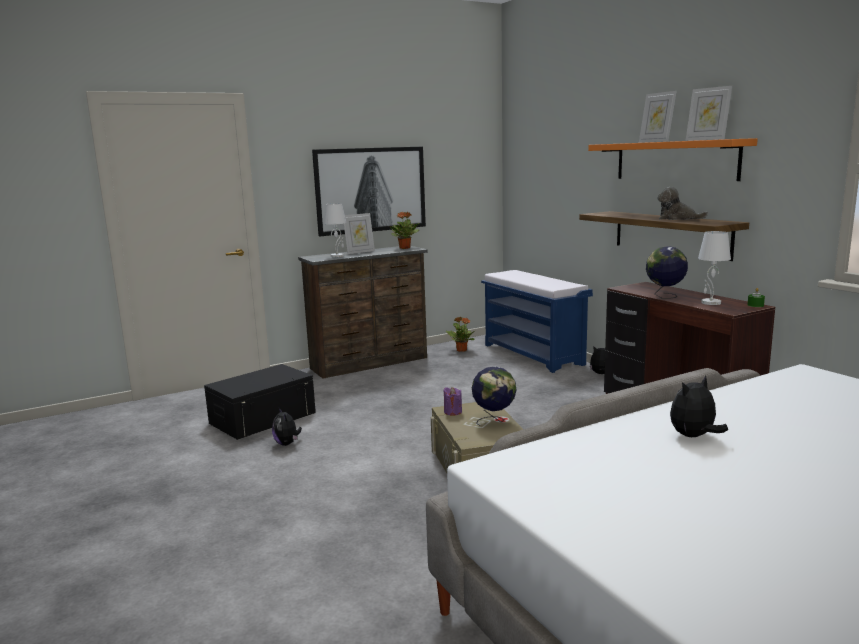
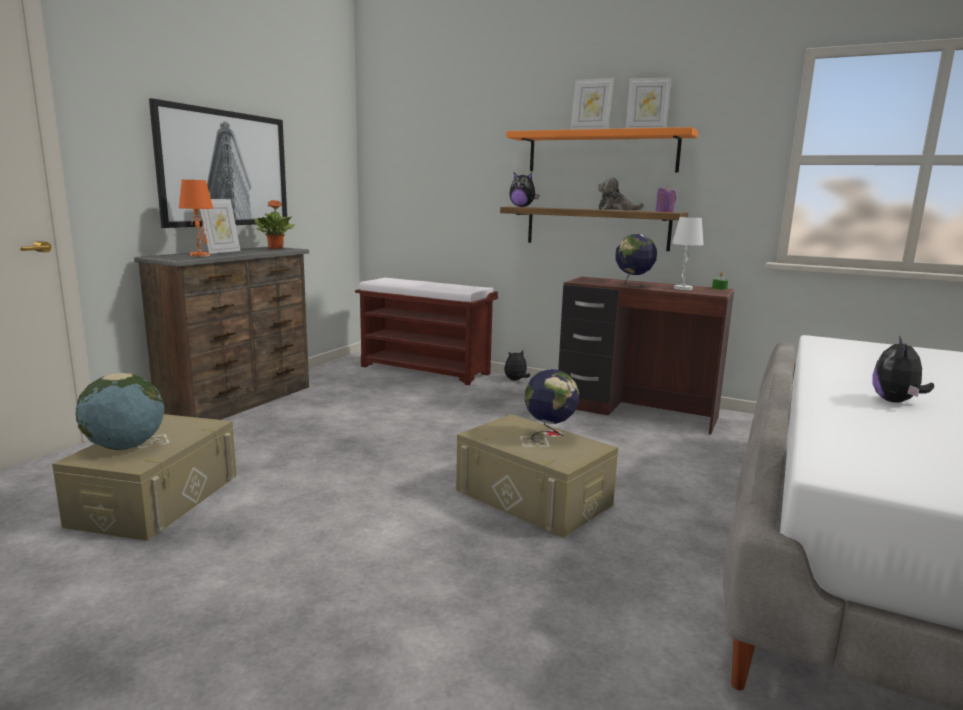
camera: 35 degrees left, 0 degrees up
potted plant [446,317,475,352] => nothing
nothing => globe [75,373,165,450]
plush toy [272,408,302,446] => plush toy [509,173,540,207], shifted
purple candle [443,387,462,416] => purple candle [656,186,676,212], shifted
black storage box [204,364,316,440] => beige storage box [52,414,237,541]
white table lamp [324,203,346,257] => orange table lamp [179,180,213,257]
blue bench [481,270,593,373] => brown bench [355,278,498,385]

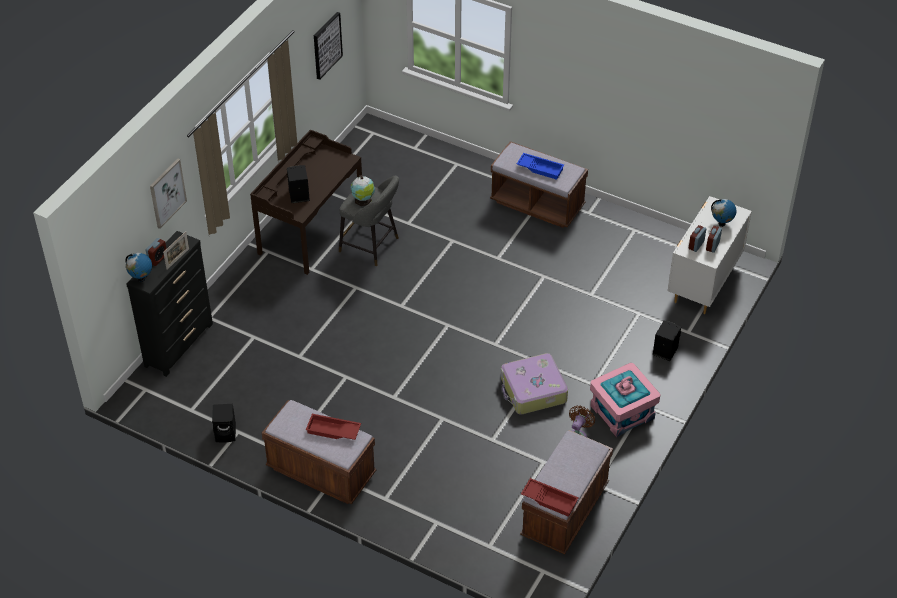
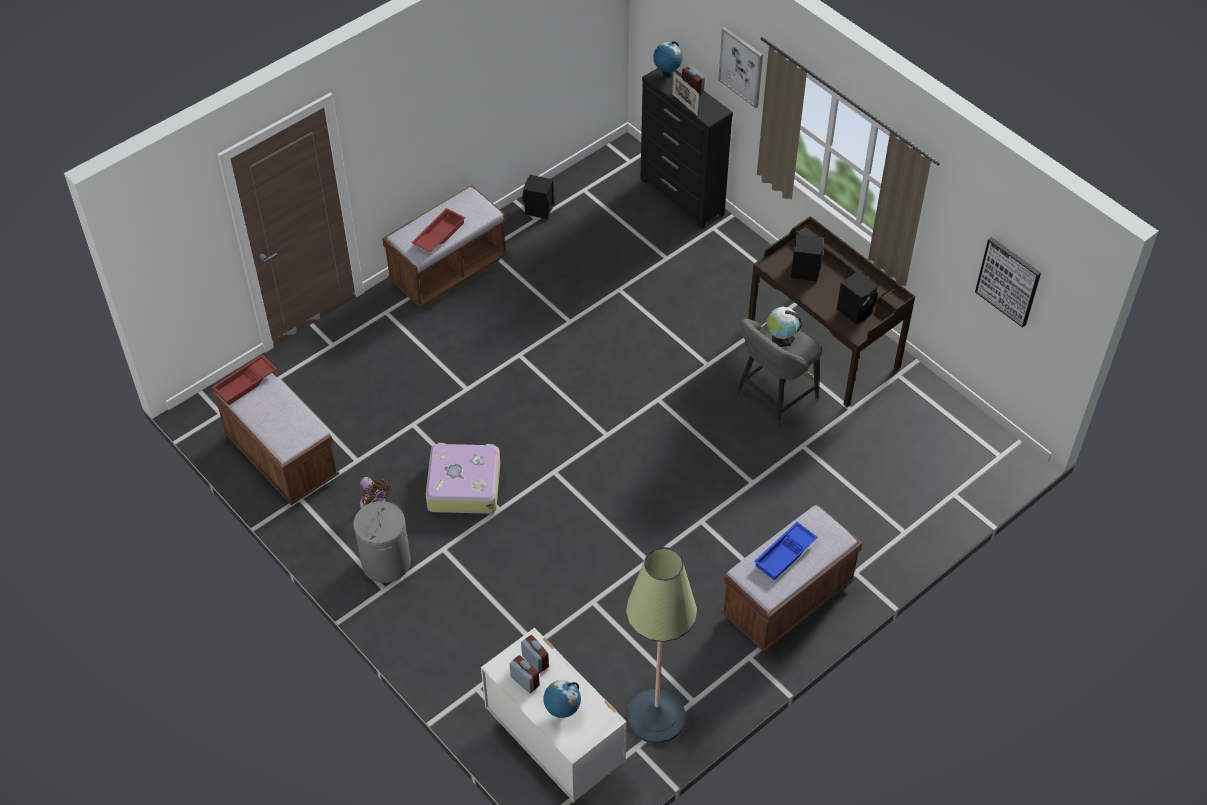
camera: 110 degrees right, 5 degrees up
nothing => floor lamp [626,547,697,744]
black speaker [653,321,681,361] => black speaker [837,271,878,325], shifted
pink storage box [590,363,660,437] => grey laundry basket [353,498,411,583]

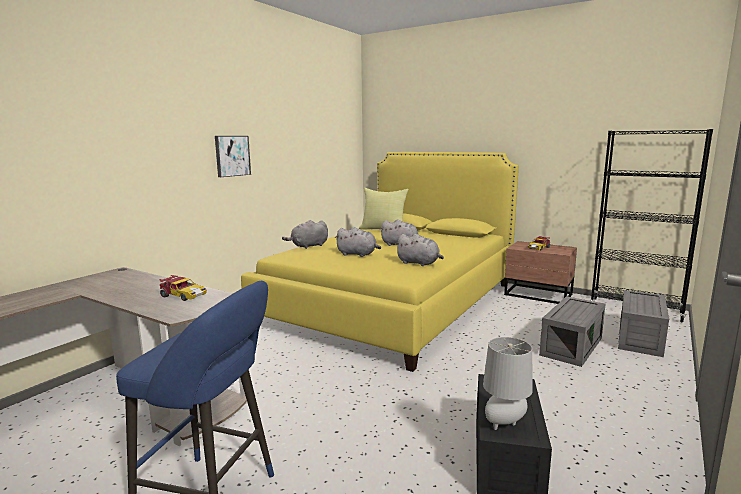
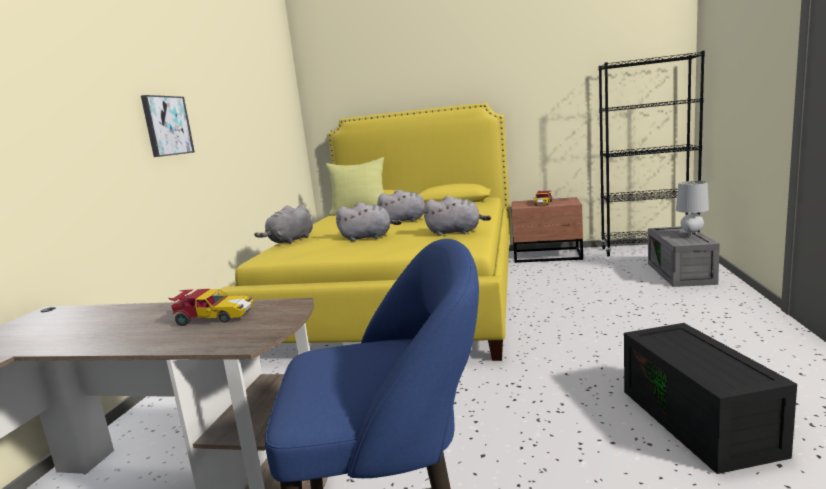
camera: 20 degrees left, 0 degrees up
grey storage box [539,296,605,367] => nothing
grey table lamp [483,337,533,430] => grey table lamp [676,181,709,237], shifted

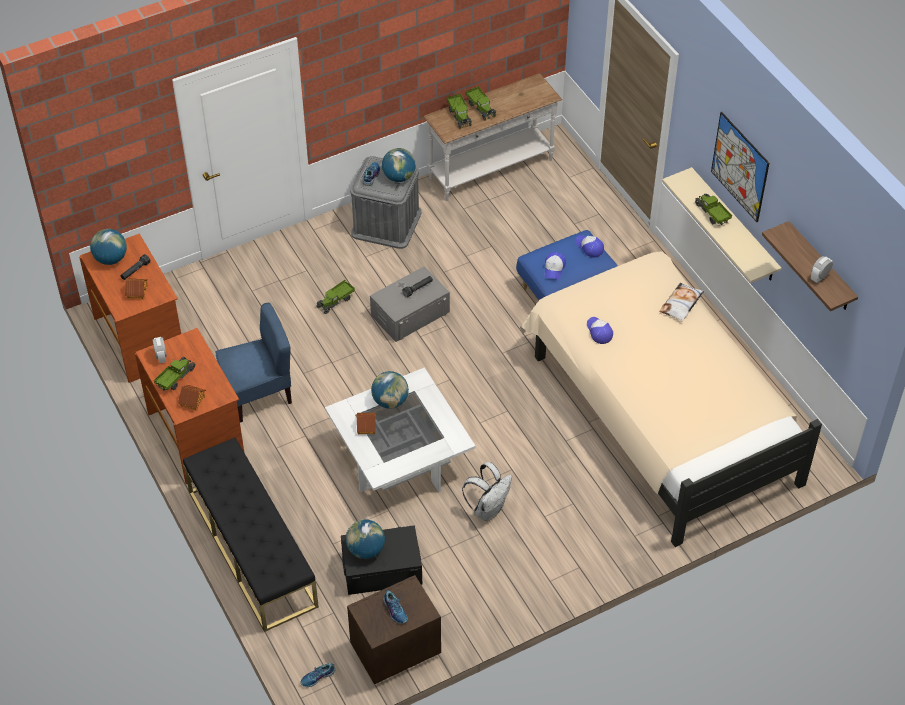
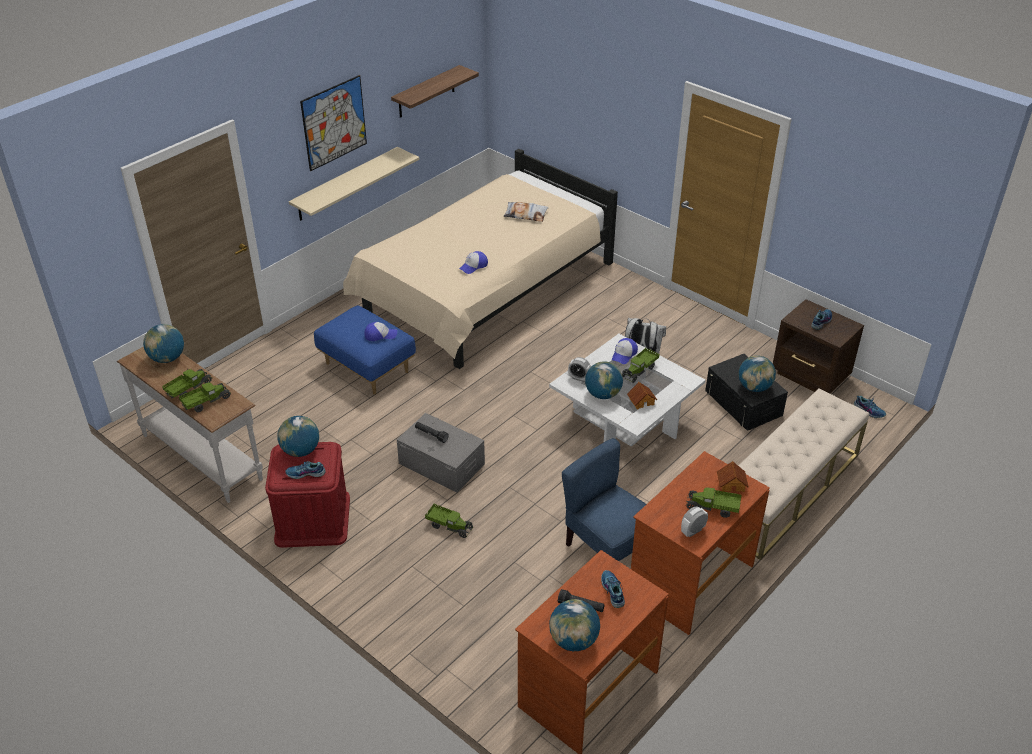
camera: 110 degrees left, 10 degrees down
nothing => globe [143,324,184,363]
cap [575,235,604,257] => cap [612,338,638,364], shifted
pillow [659,283,704,321] => pillow [504,202,549,222], shifted
toy truck [695,194,732,225] => toy truck [622,348,660,383], shifted
alarm clock [811,256,833,283] => alarm clock [568,357,591,382], shifted
toy house [125,278,148,299] => shoe [601,570,625,608]
black bench [183,437,319,632] => beige bench [738,388,869,560]
grey storage box [350,156,422,249] => red storage box [265,442,350,548]

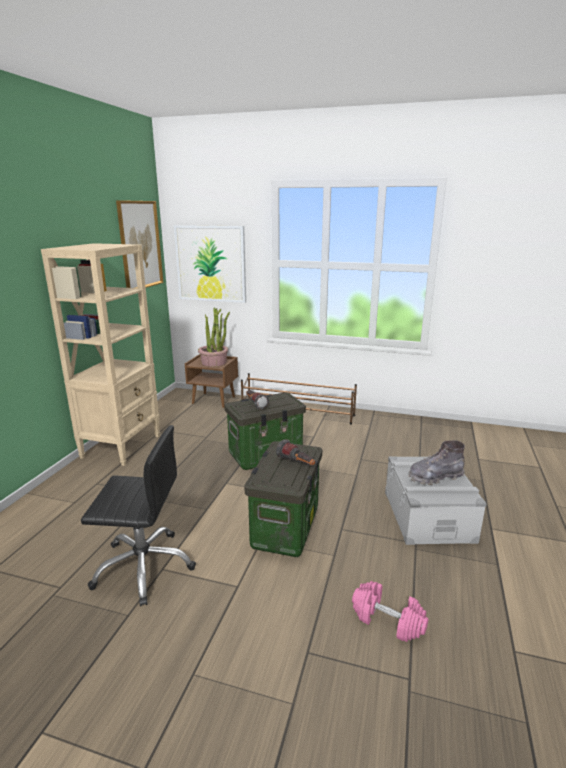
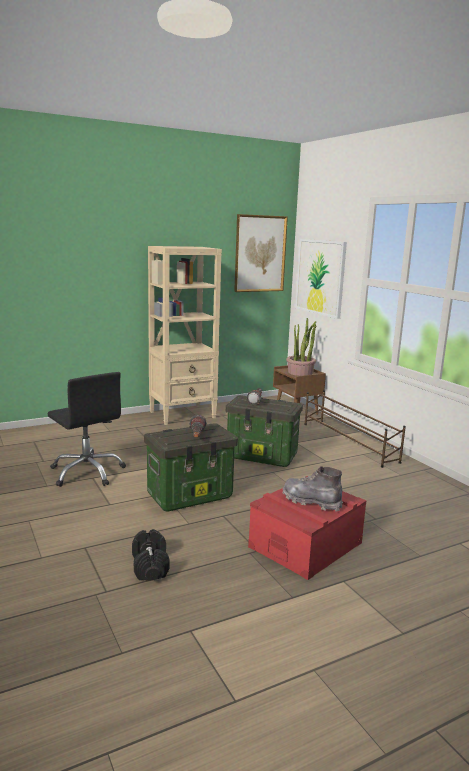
camera: 45 degrees right, 5 degrees down
pink dumbbell [352,581,428,642] => black dumbbell [132,529,170,581]
grey storage box [385,456,487,545] => red storage box [248,476,367,580]

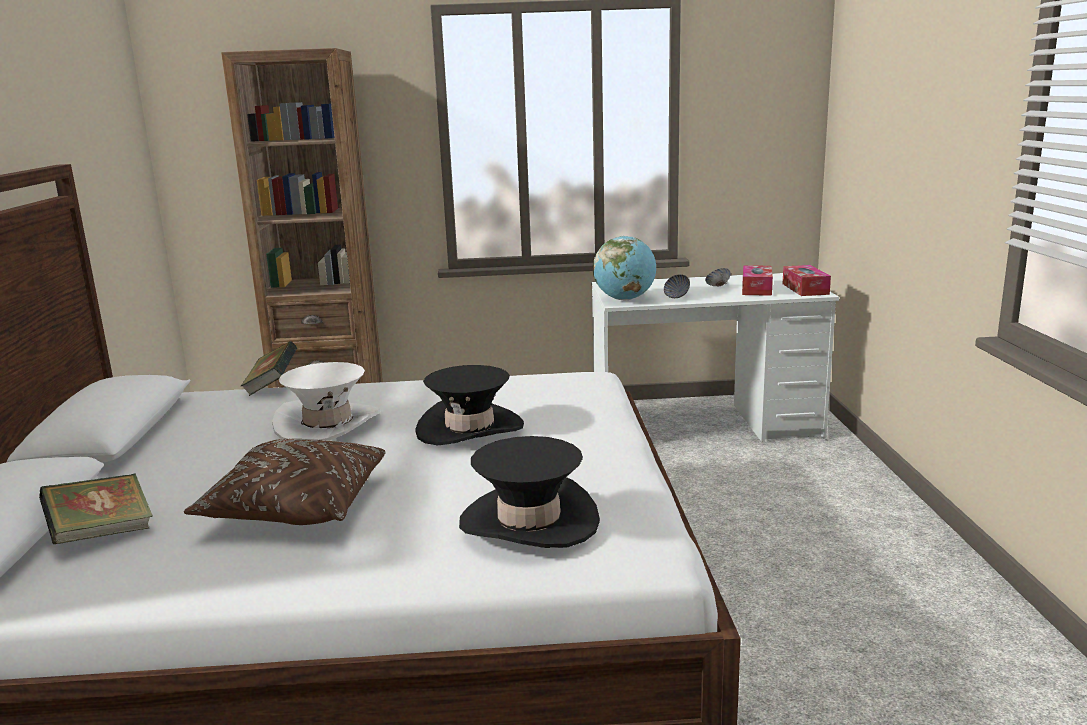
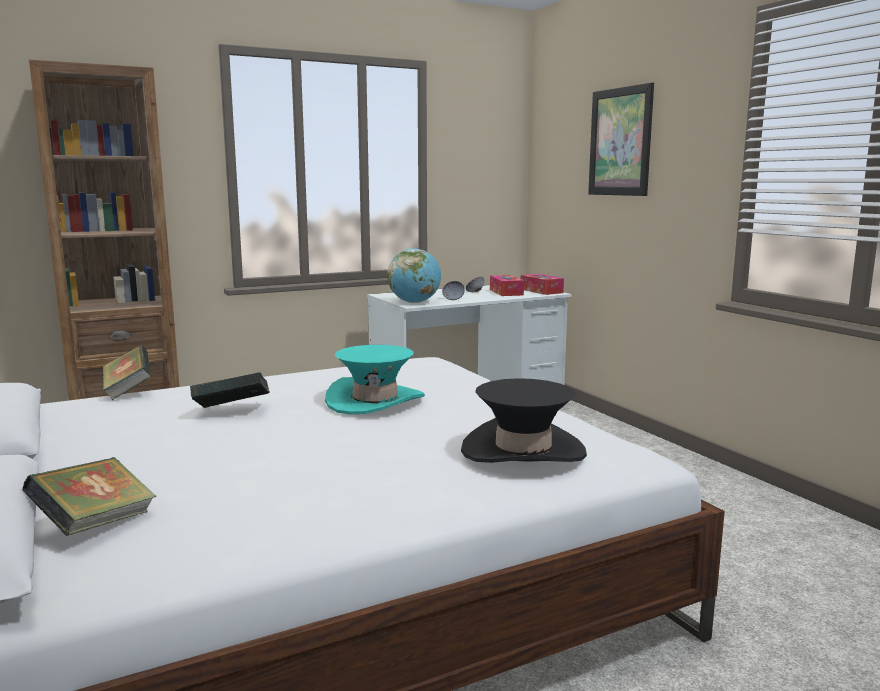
camera: 25 degrees left, 5 degrees down
brown pillow [184,439,385,525] => nothing
nothing => picture [588,83,654,196]
white hat [272,362,381,441] => book [190,372,270,408]
black hat [415,365,524,445] => turquoise hat [325,345,425,414]

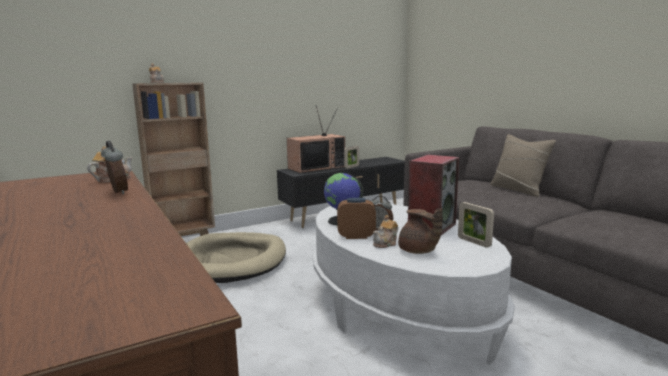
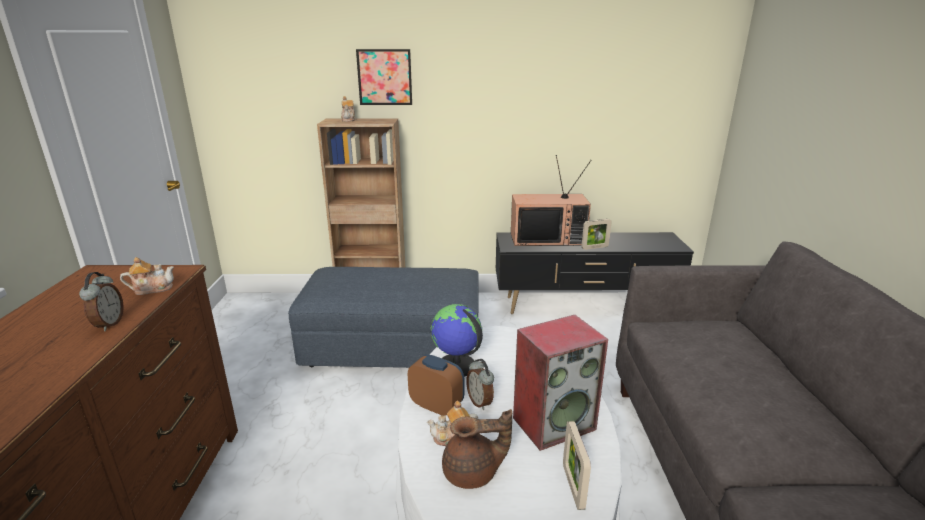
camera: 30 degrees right, 10 degrees up
beige pillow [490,134,556,197] => nothing
nothing => picture [356,49,412,105]
beige dog bed [186,232,286,283] => grey ottoman [288,267,479,368]
brown teapot [398,208,442,254] => brown teapot [442,409,512,489], 90 degrees counterclockwise

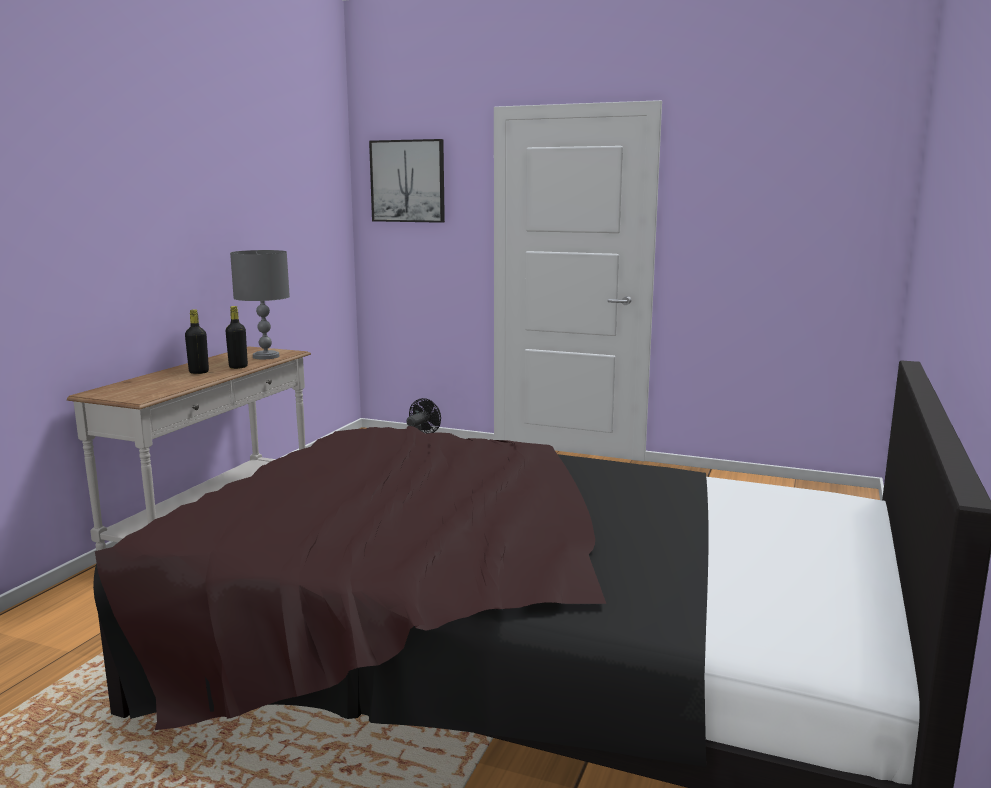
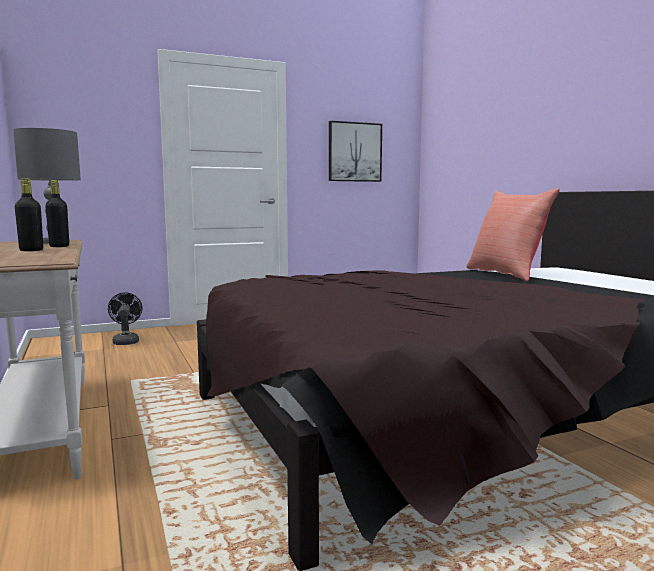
camera: 45 degrees left, 5 degrees down
nothing => red pillow [466,188,560,281]
picture [369,139,445,223] => picture [329,121,382,182], shifted

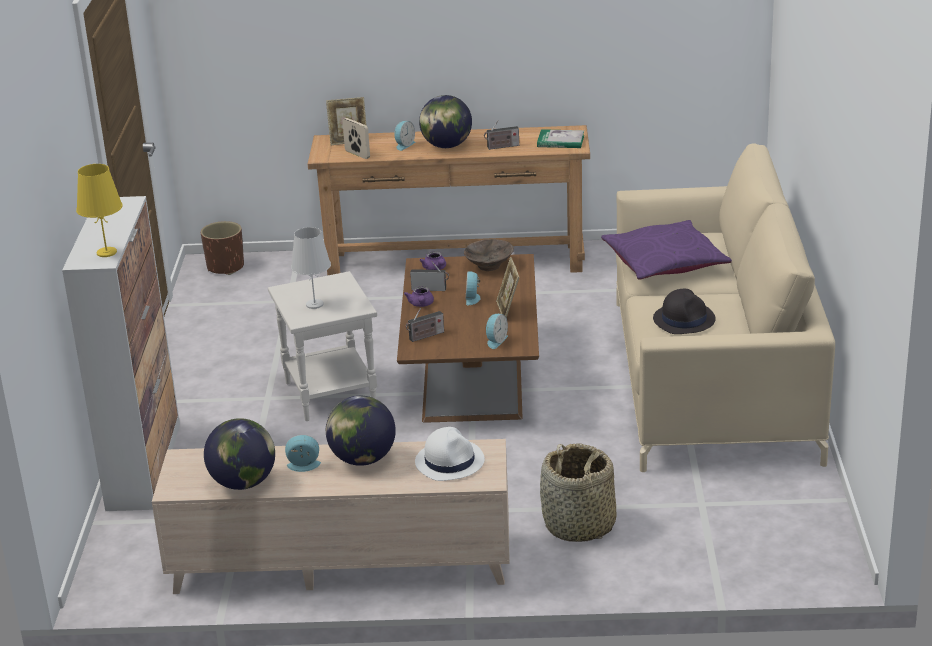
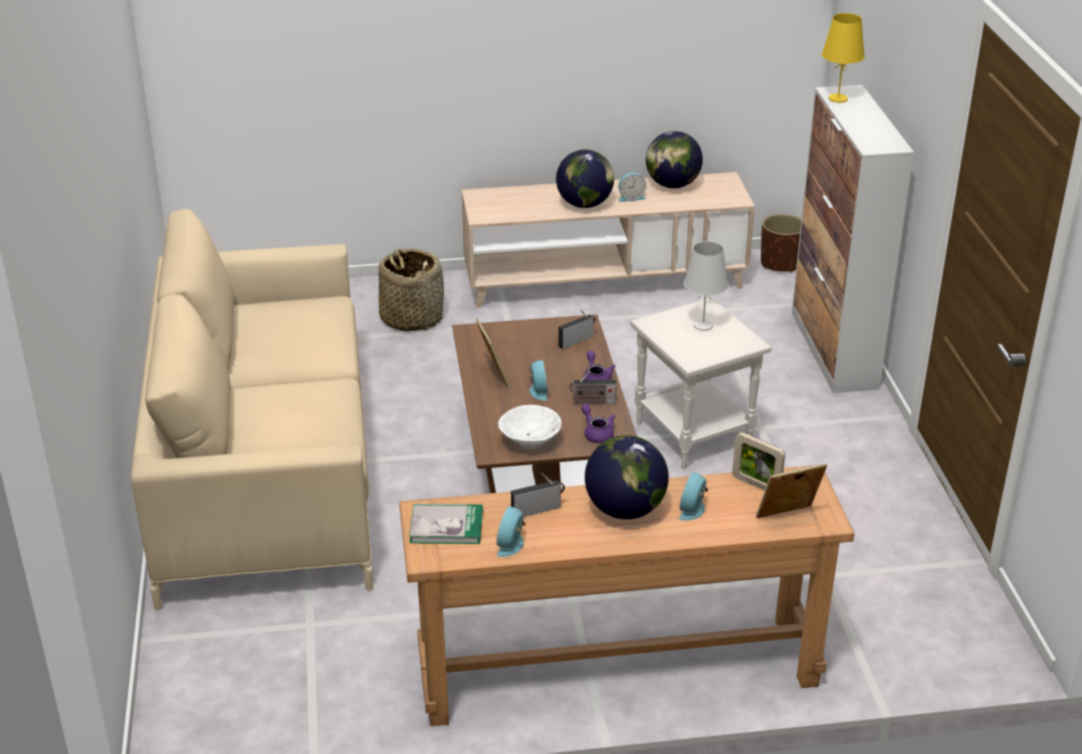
camera: 170 degrees right, 5 degrees up
white hat [415,427,485,481] => nothing
purple pillow [601,220,732,280] => nothing
black hat [653,289,716,334] => nothing
brown planter [201,221,244,275] => brown planter [761,214,801,273], shifted
alarm clock [486,314,508,349] => alarm clock [496,506,525,557], shifted
brown bowl [464,239,514,271] => white bowl [498,405,562,448]

